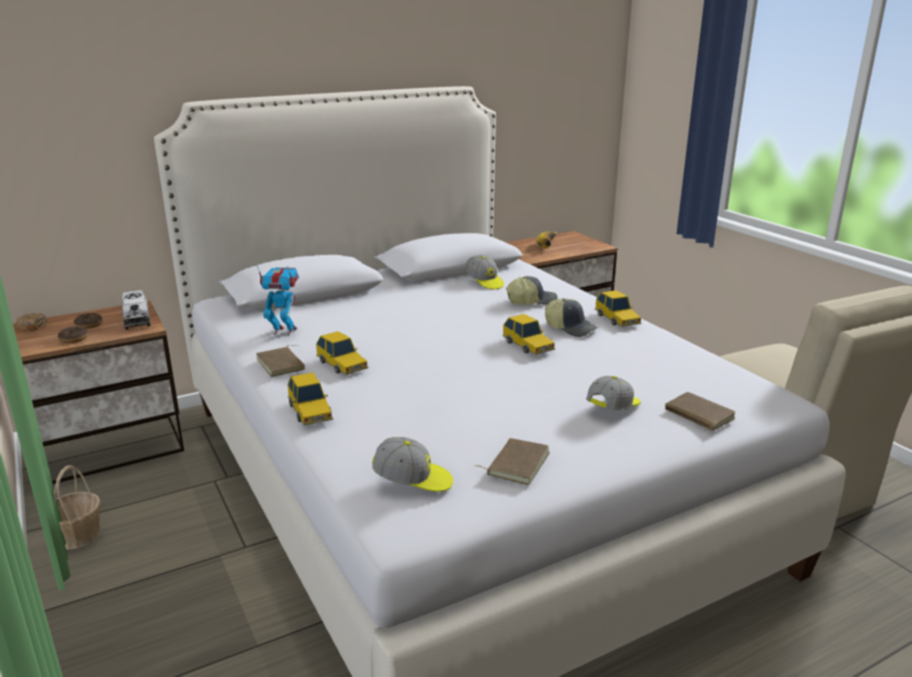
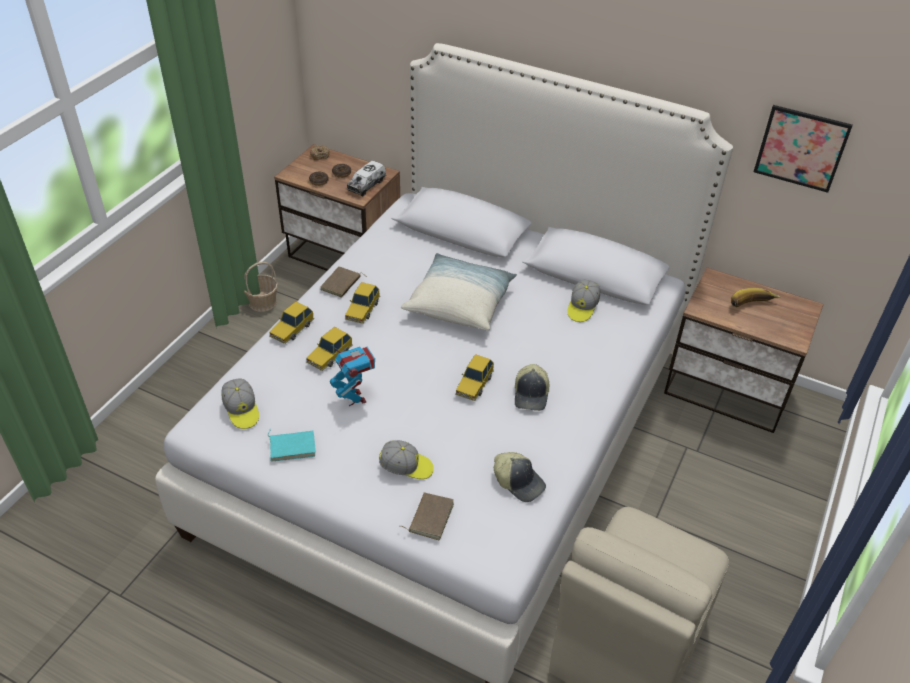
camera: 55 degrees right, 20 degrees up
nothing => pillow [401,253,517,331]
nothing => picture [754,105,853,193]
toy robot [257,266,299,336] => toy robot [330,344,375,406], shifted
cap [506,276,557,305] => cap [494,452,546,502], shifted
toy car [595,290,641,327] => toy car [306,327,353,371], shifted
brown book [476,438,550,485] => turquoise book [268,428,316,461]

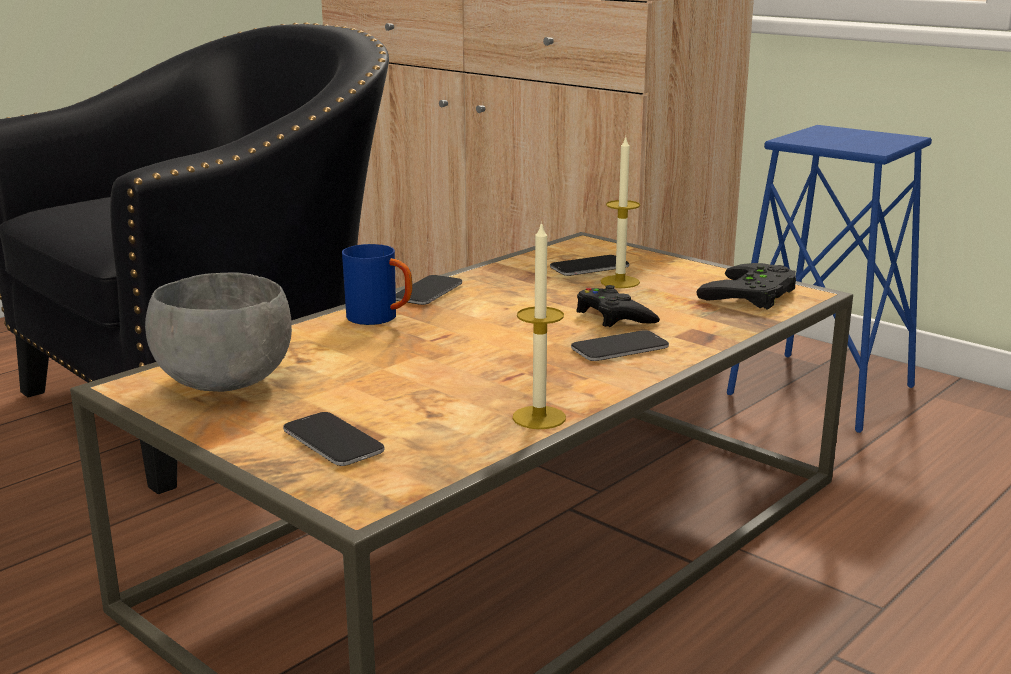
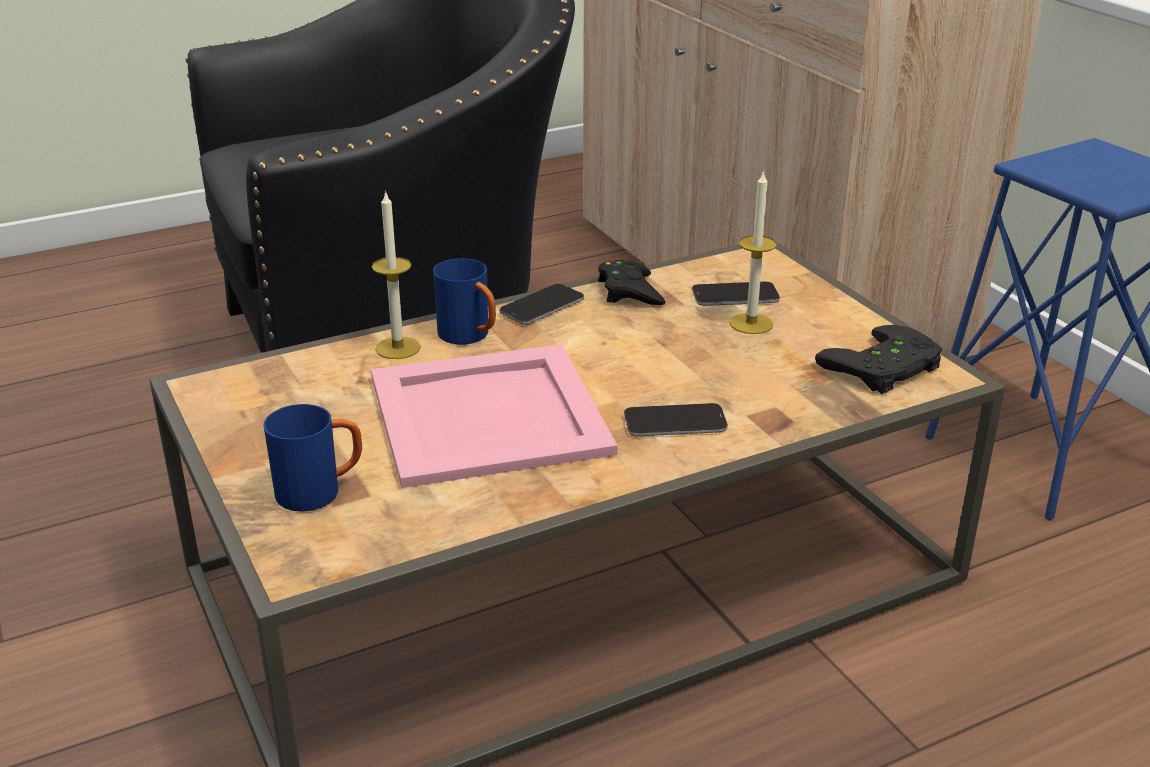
camera: 20 degrees right, 10 degrees up
grey bowl [145,273,292,392] => nothing
nothing => pink tray [371,344,618,488]
candle [512,221,566,429] => candle [371,190,421,359], shifted
black game controller [576,285,660,327] => black game controller [598,259,665,305], shifted
phone [283,412,384,466] => blue mug [264,404,362,512]

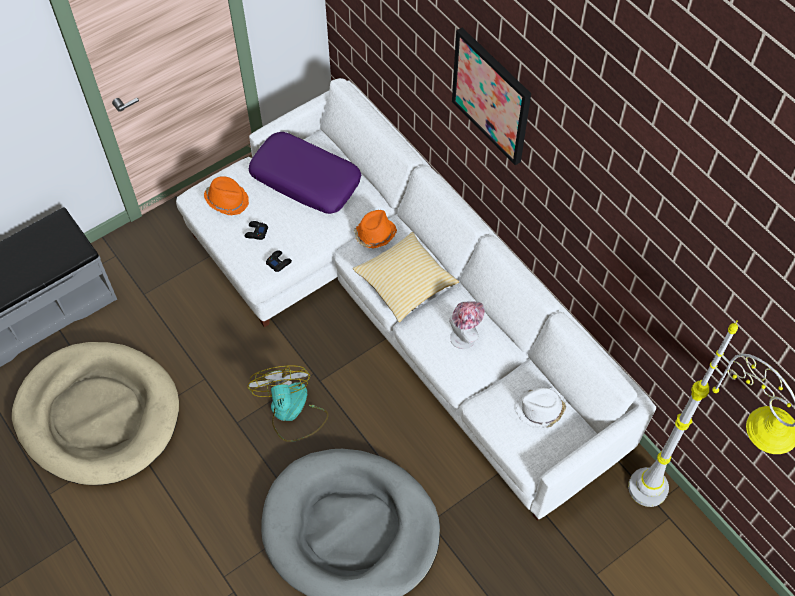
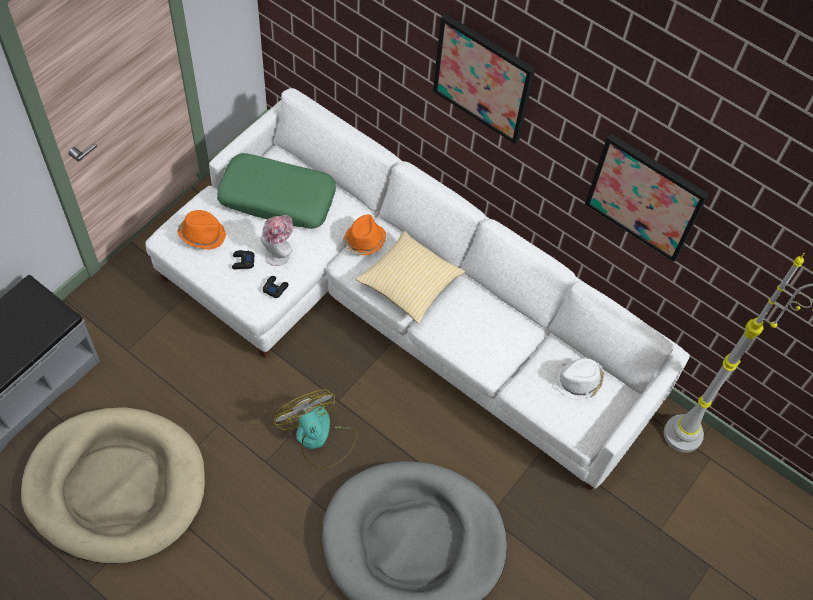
camera: 20 degrees left, 0 degrees up
nothing => picture [585,133,709,262]
hat [449,301,485,349] => hat [260,215,293,266], shifted
purple pillow [249,132,361,214] => green pillow [217,153,336,229]

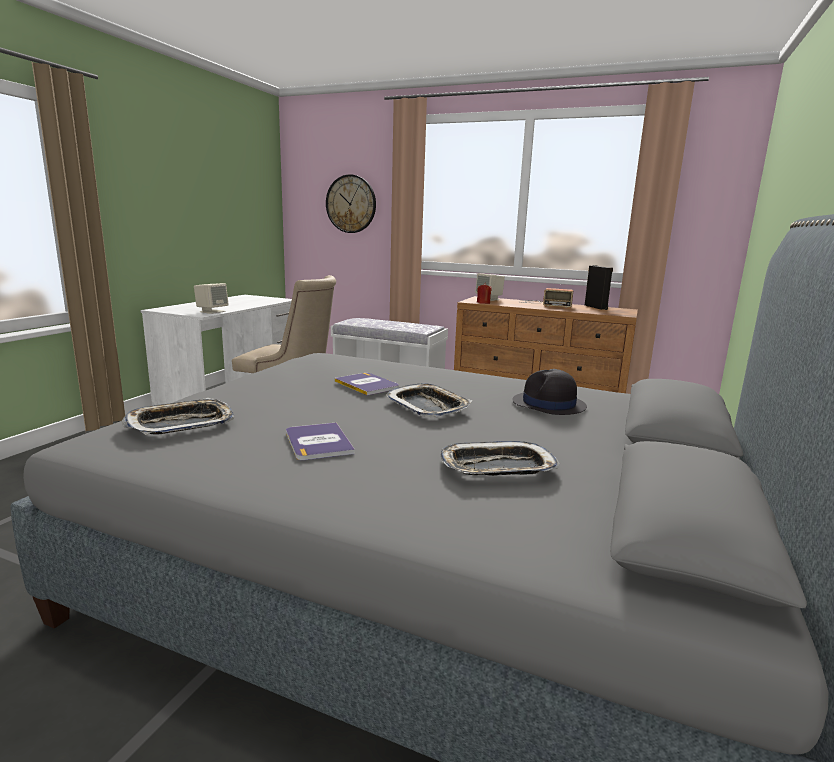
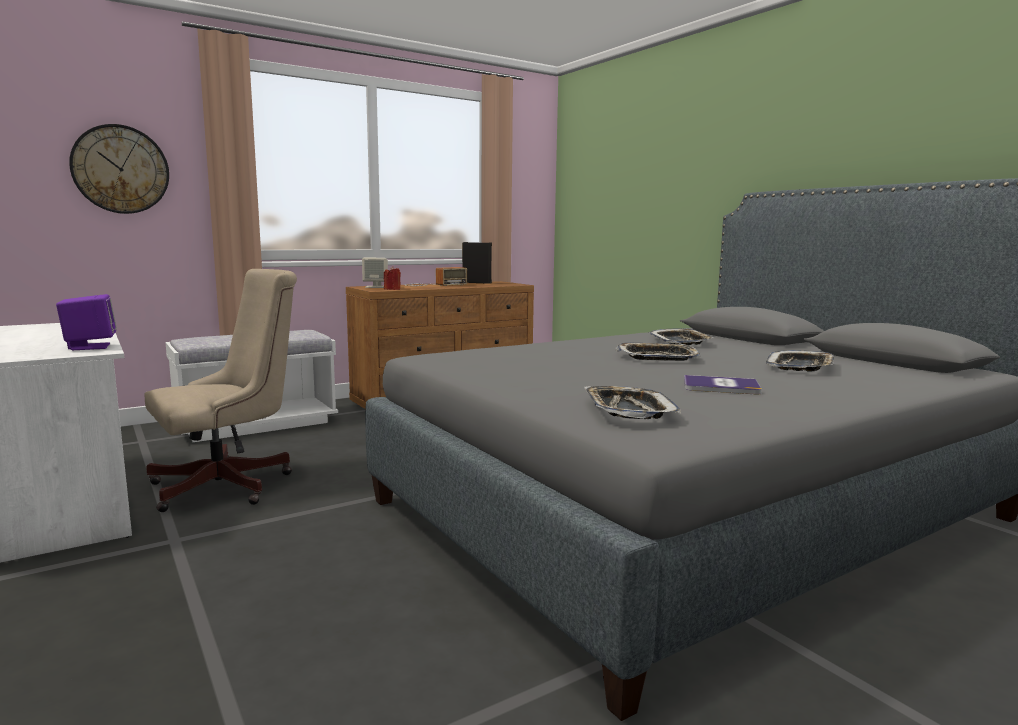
camera: 55 degrees left, 5 degrees down
book [335,373,399,396] => nothing
black hat [512,369,587,415] => tray [649,328,714,345]
beige speaker [194,283,229,314] => purple speaker [56,294,117,350]

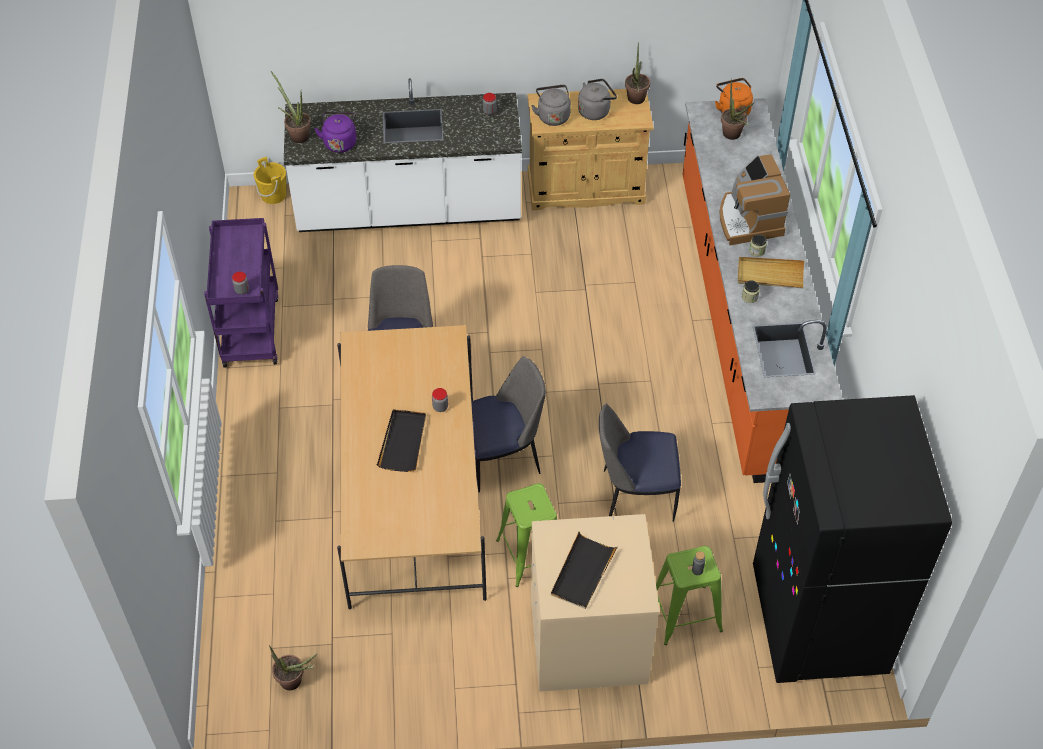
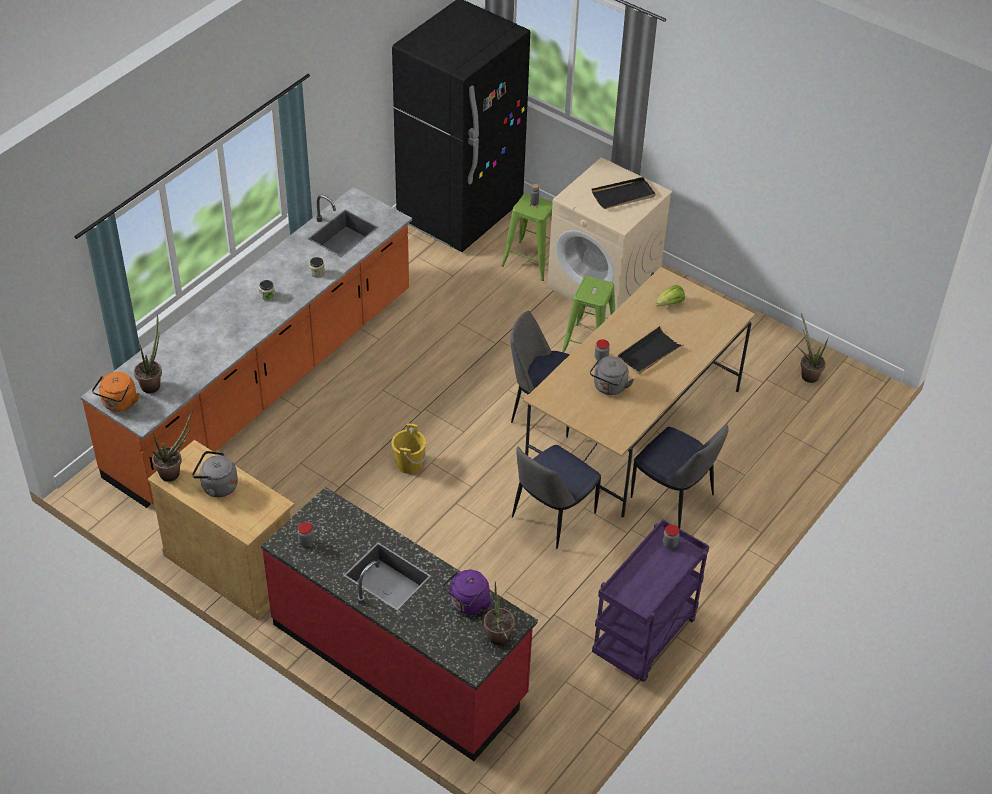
camera: 140 degrees left, 5 degrees down
coffee machine [720,154,790,245] => nothing
beige tray [737,257,804,288] => nothing
nothing => lettuce [656,285,685,306]
yellow bucket [254,157,286,204] => yellow bucket [391,424,426,474], shifted
grey kettle [531,85,571,126] => grey kettle [590,356,634,395], shifted
chair [599,403,681,522] => chair [631,424,728,529], shifted
white counter [284,78,522,232] => red counter [261,487,538,761]

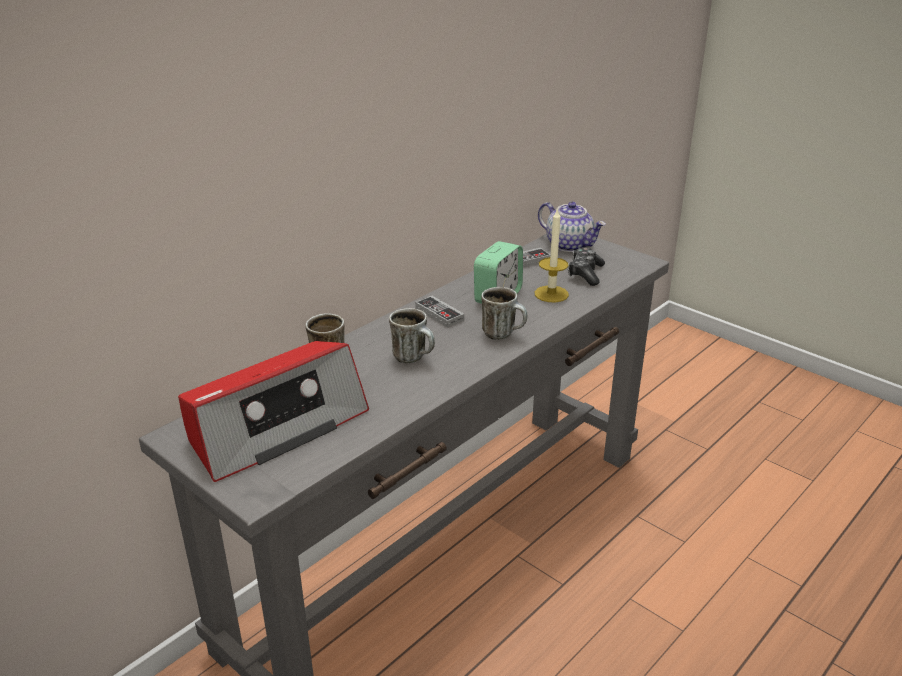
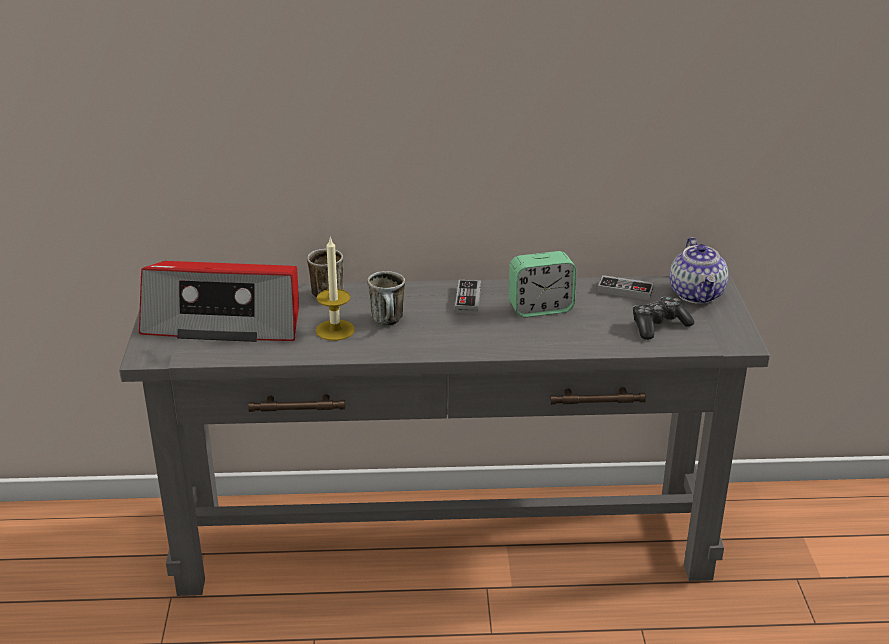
camera: 45 degrees right, 0 degrees up
mug [481,287,528,340] => nothing
candle [534,209,569,302] => candle [316,237,355,341], shifted

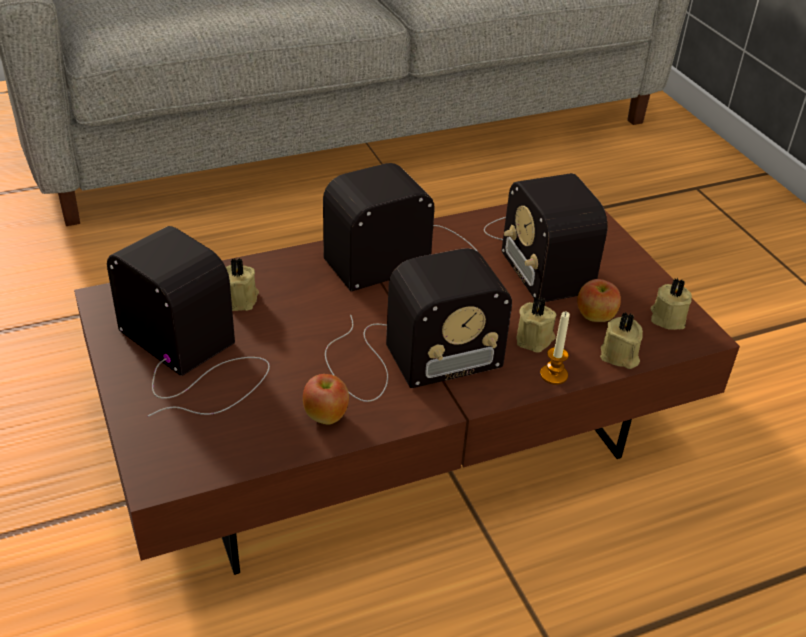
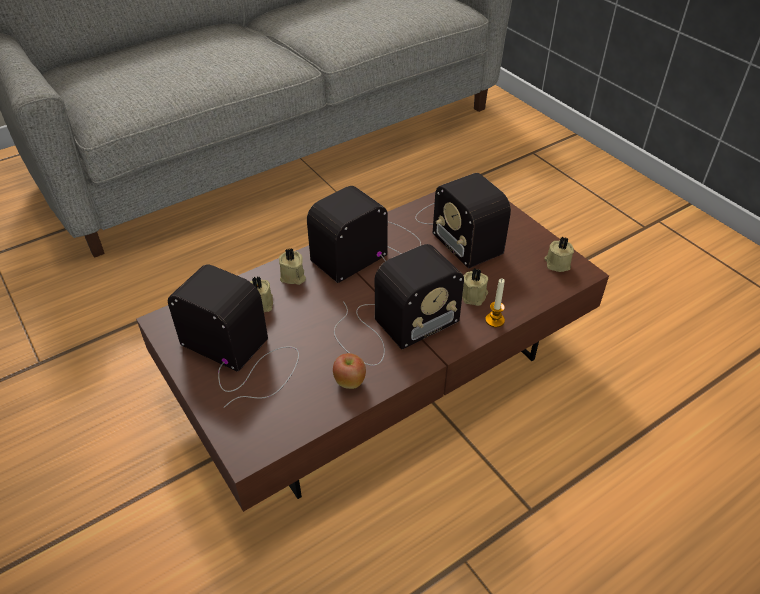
camera: 10 degrees left, 5 degrees up
apple [577,279,621,322] => nothing
beige candle [600,312,643,369] => beige candle [279,248,306,285], shifted

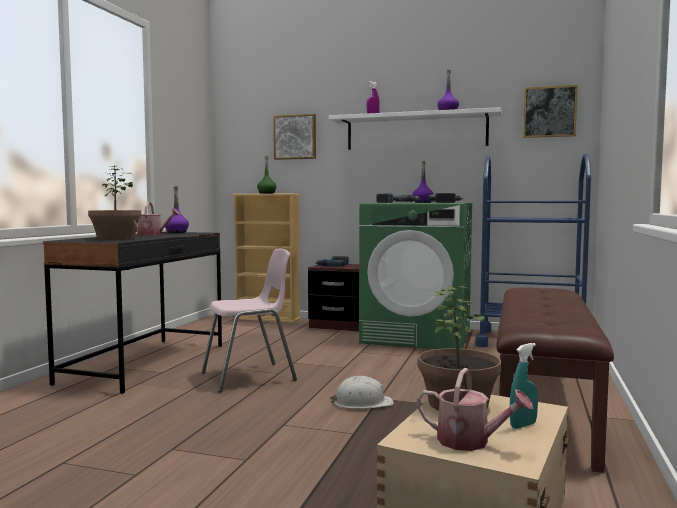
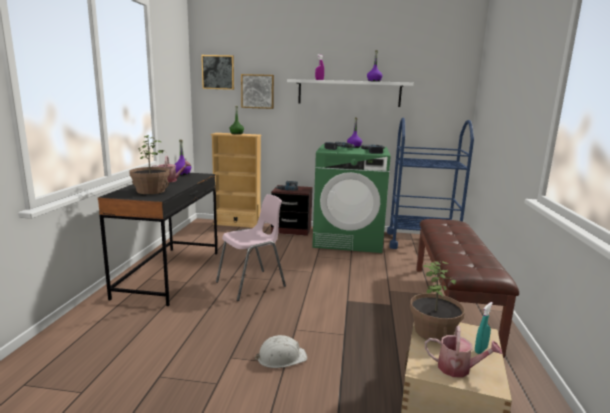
camera: 10 degrees left, 10 degrees up
white hard hat [330,376,394,409] => white hard hat [254,335,307,368], shifted
picture [523,85,578,138] => picture [201,55,234,90], shifted

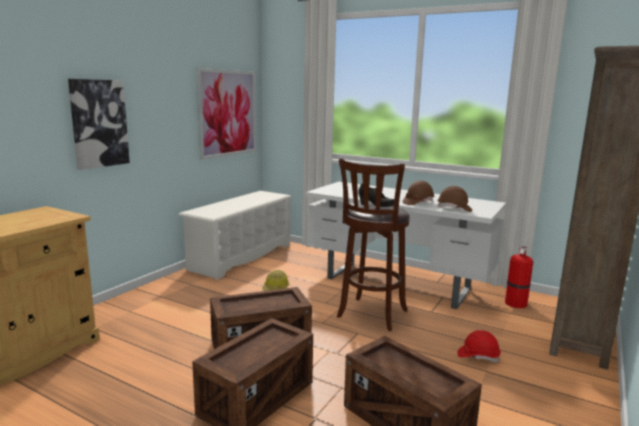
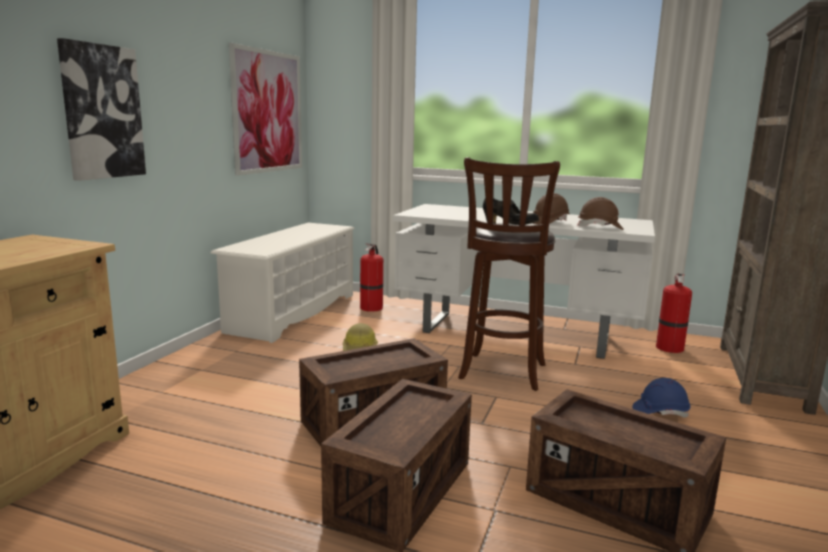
camera: 10 degrees left, 0 degrees up
nothing => fire extinguisher [360,243,383,312]
red hard hat [457,330,501,362] => blue hard hat [632,378,690,418]

